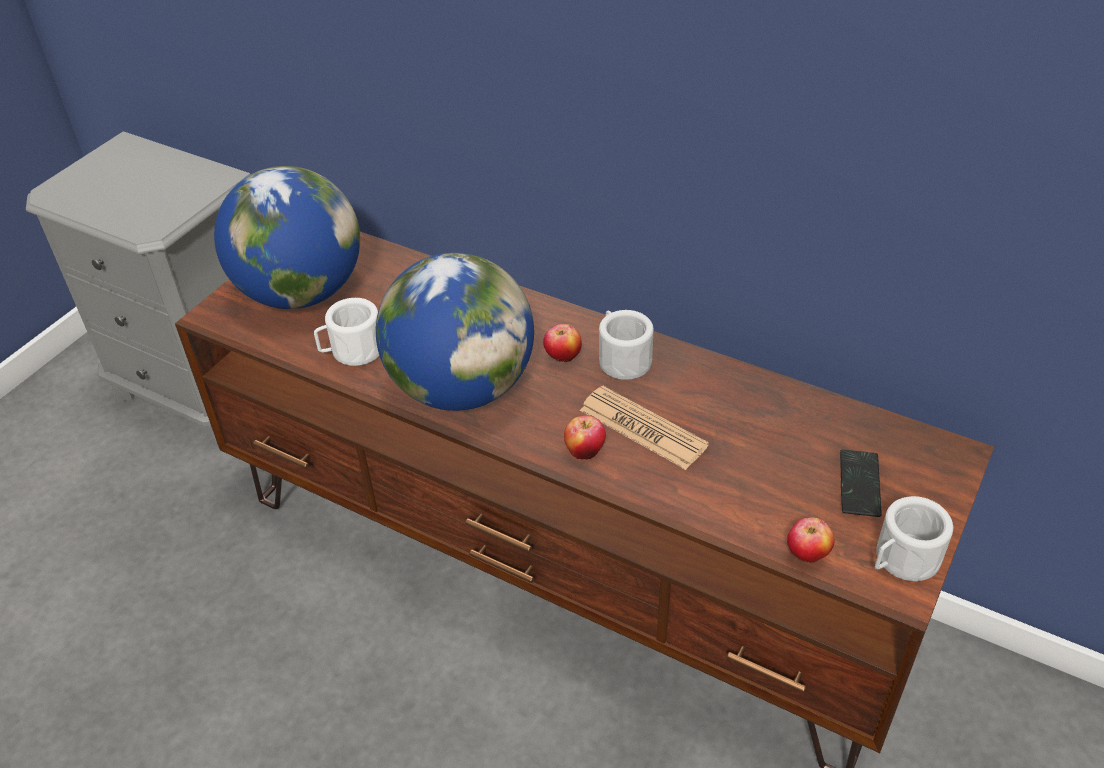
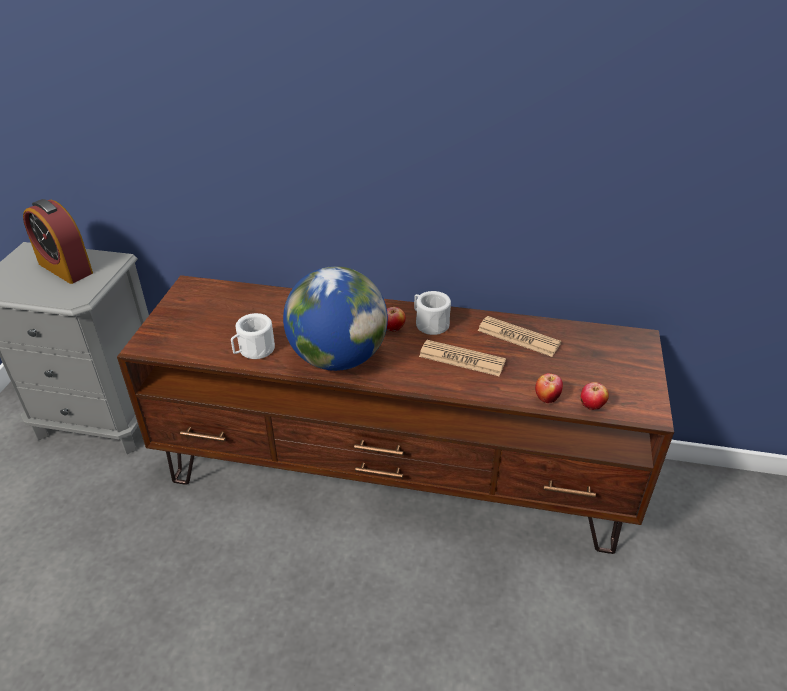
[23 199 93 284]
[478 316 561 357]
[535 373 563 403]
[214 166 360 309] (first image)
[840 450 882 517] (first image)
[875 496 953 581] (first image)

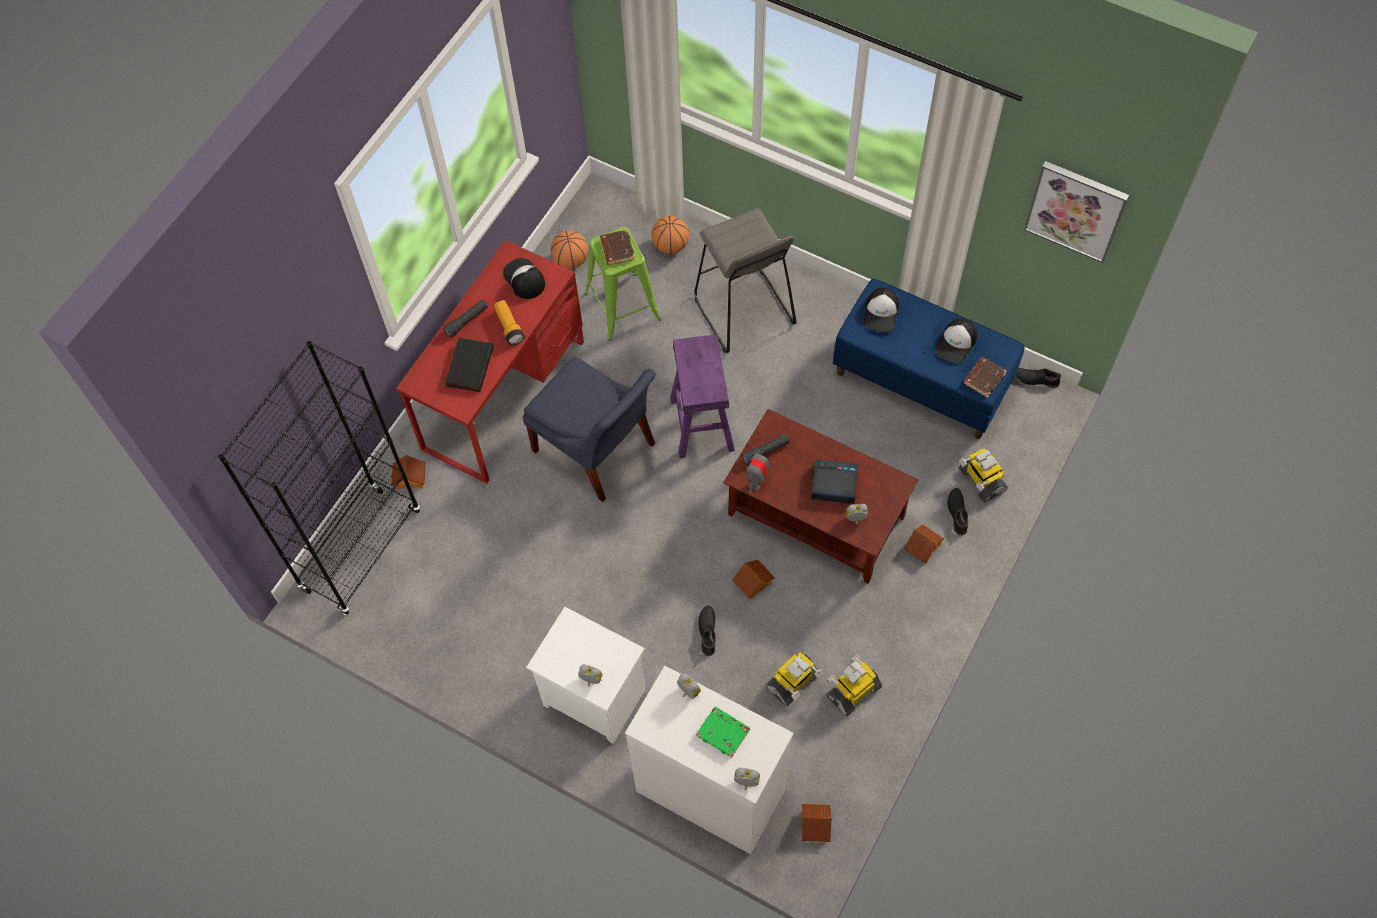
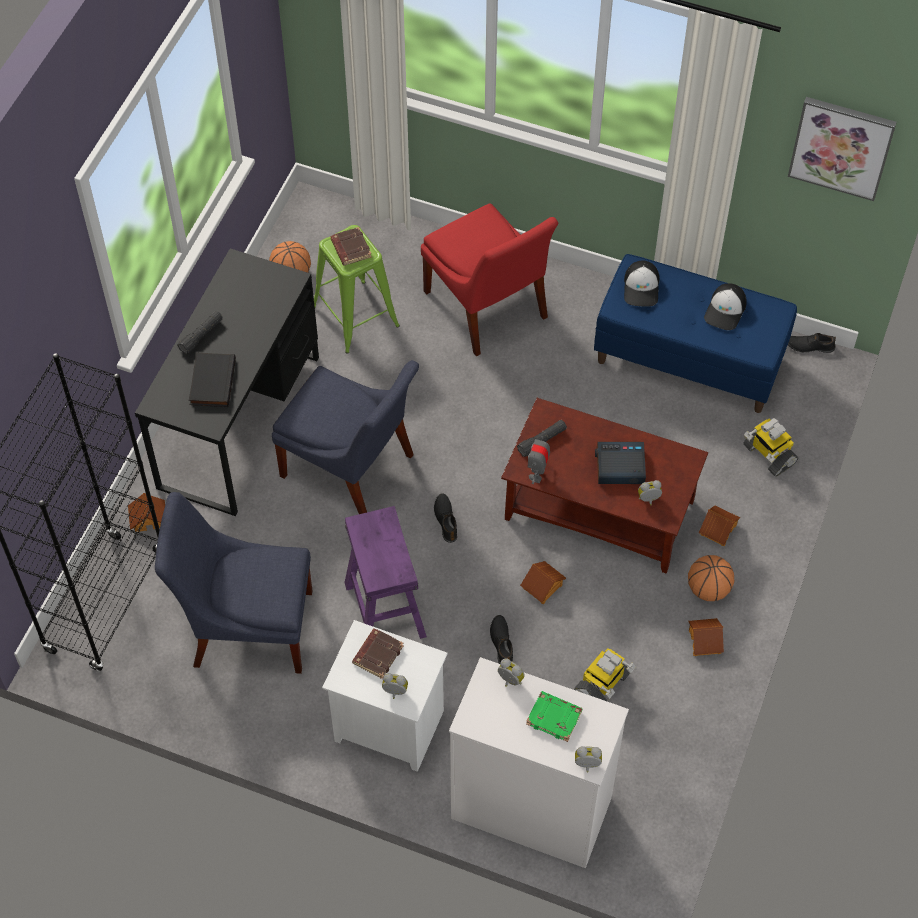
[135 248 319 516]
[155 492 312 674]
[344 506 427 639]
[352 628 404 679]
[421 204 558 356]
[434 493 457 543]
[688 555 734 601]
[688 618 724 656]
[494 300 525 345] (first image)
[503 258 545 299] (first image)
[826 654 882 716] (first image)

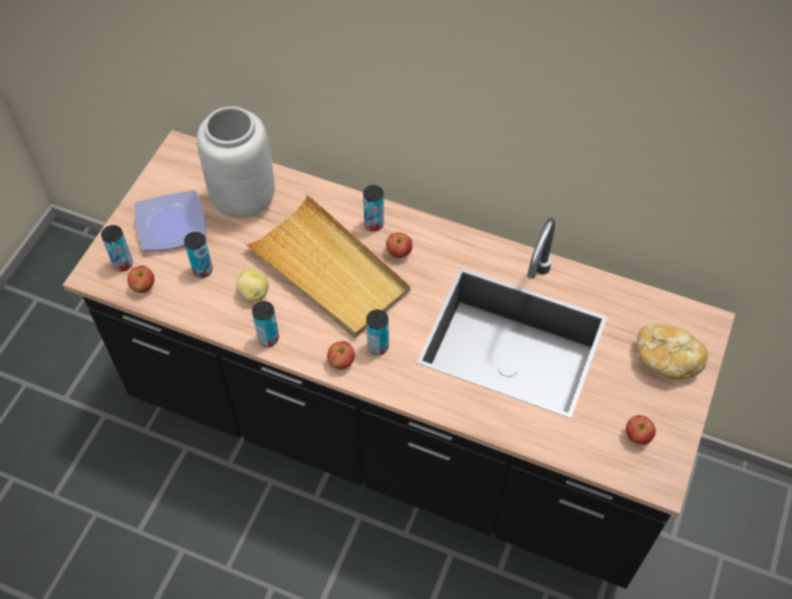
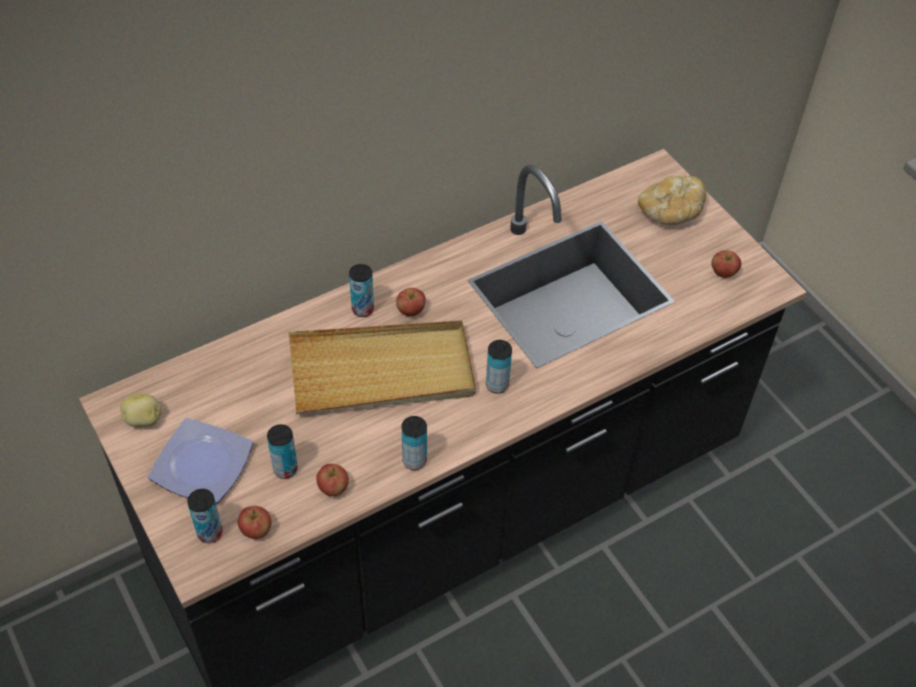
[120 393 161 427]
[316 464 349 496]
[197 106 275 218] (first image)

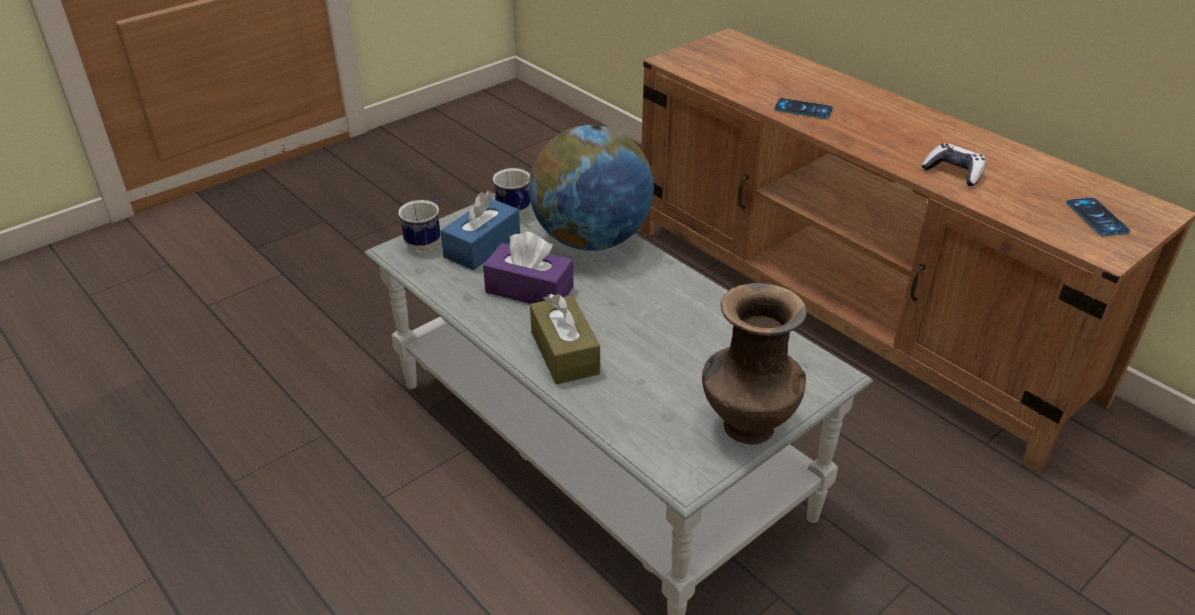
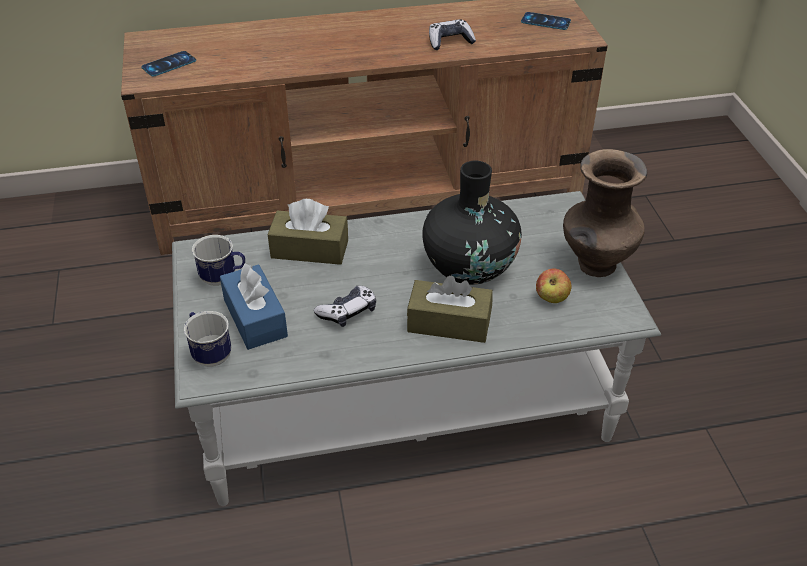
[141 51 196 77]
[268 199 348 265]
[314 285 376 327]
[423 161 522 285]
[536 268 572 303]

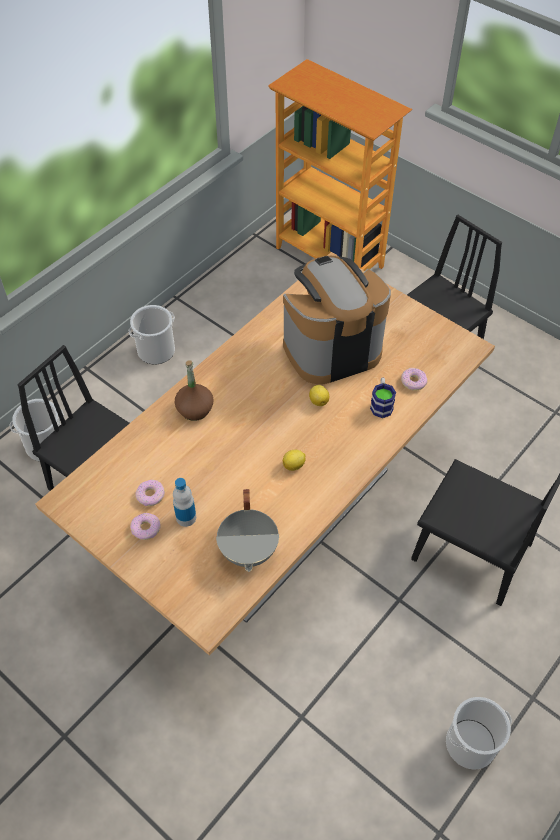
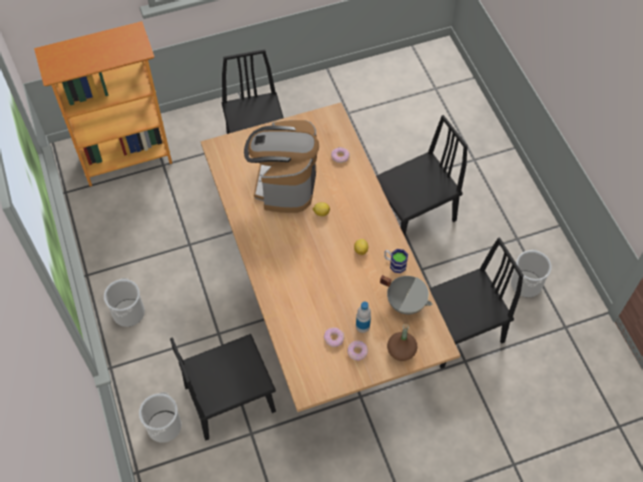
[384 249 408 273]
[387 324 417 361]
[429 237 524 369]

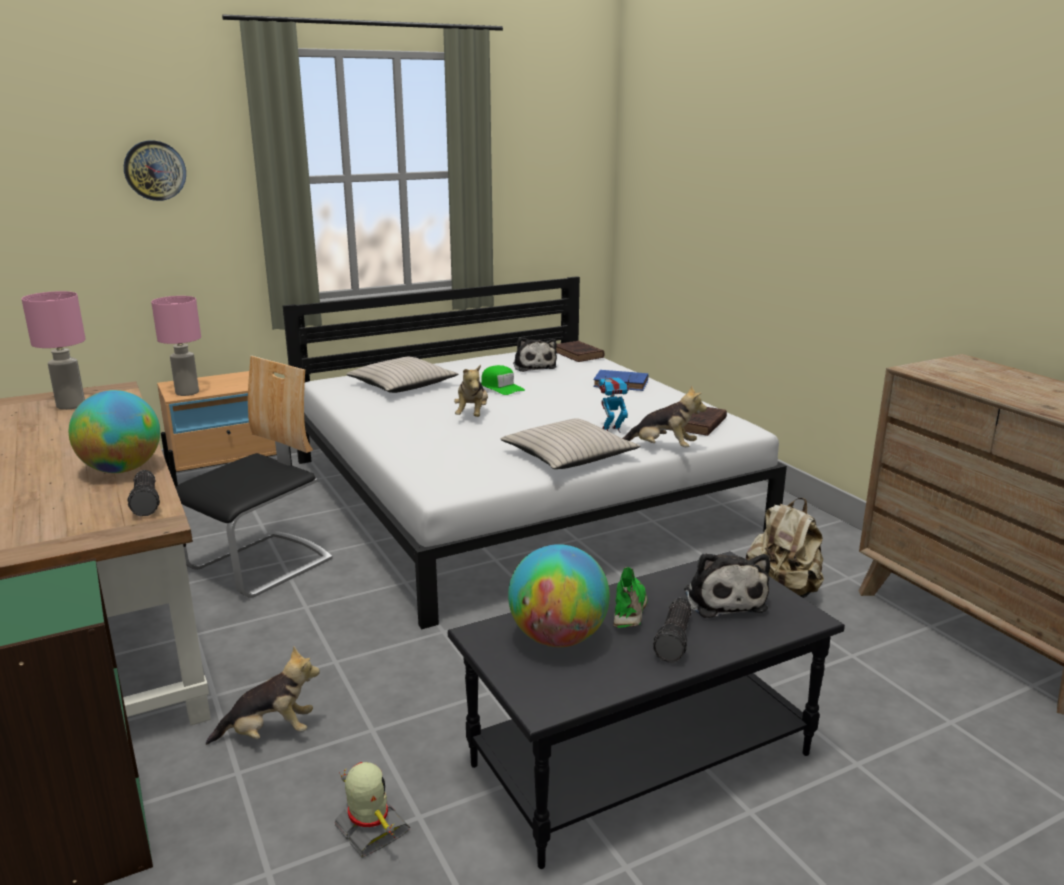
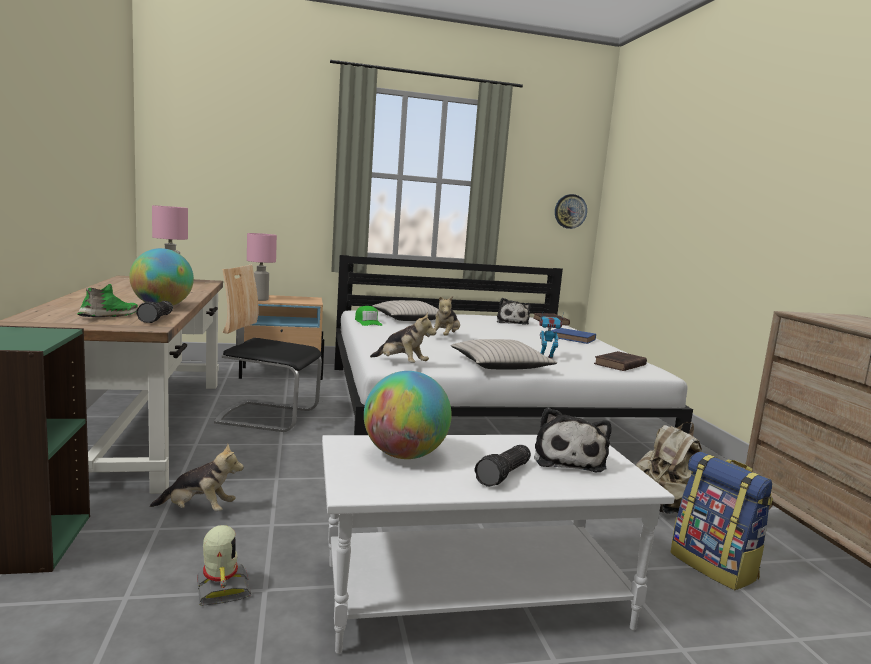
[77 284 138 317]
[214 264 322 432]
[322 435 675 654]
[355 306 382 326]
[370 312 436 363]
[555 194 587 229]
[671 452 773 590]

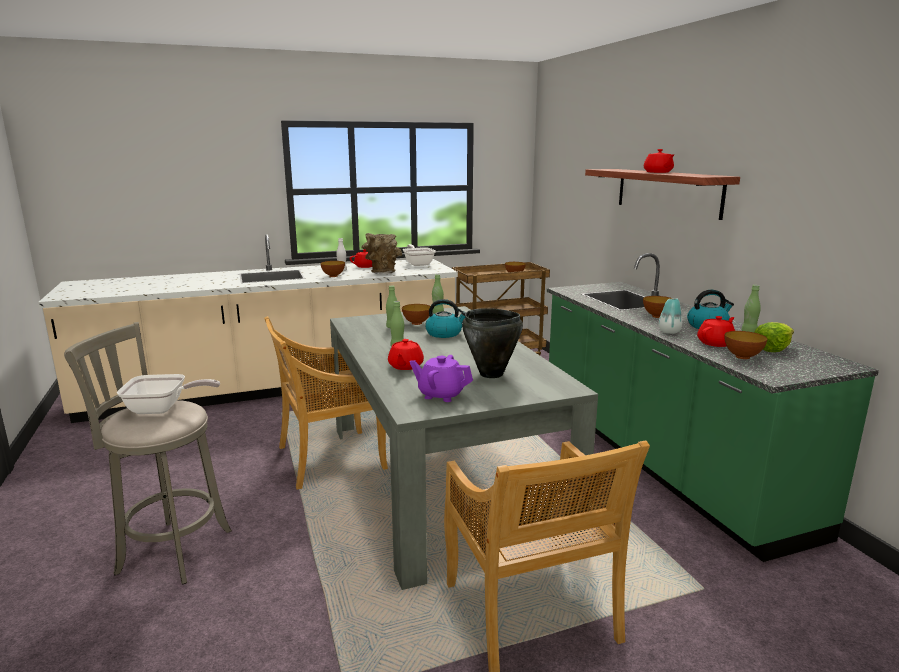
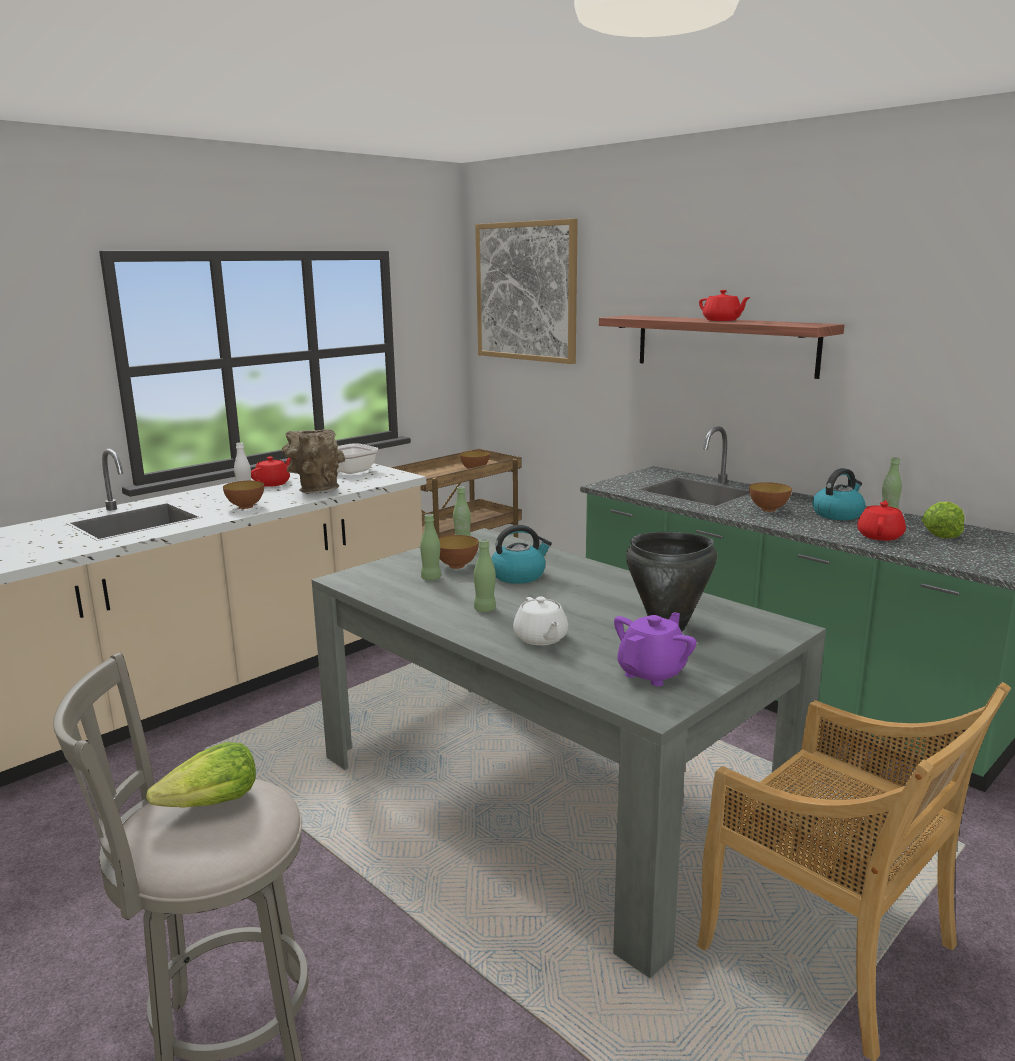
[146 742 256 808]
[475 219 578 364]
[513 596 568 645]
[614 612 697 686]
[264 316 388 490] (first image)
[658 298 682 334] (first image)
[724 331 767 359] (first image)

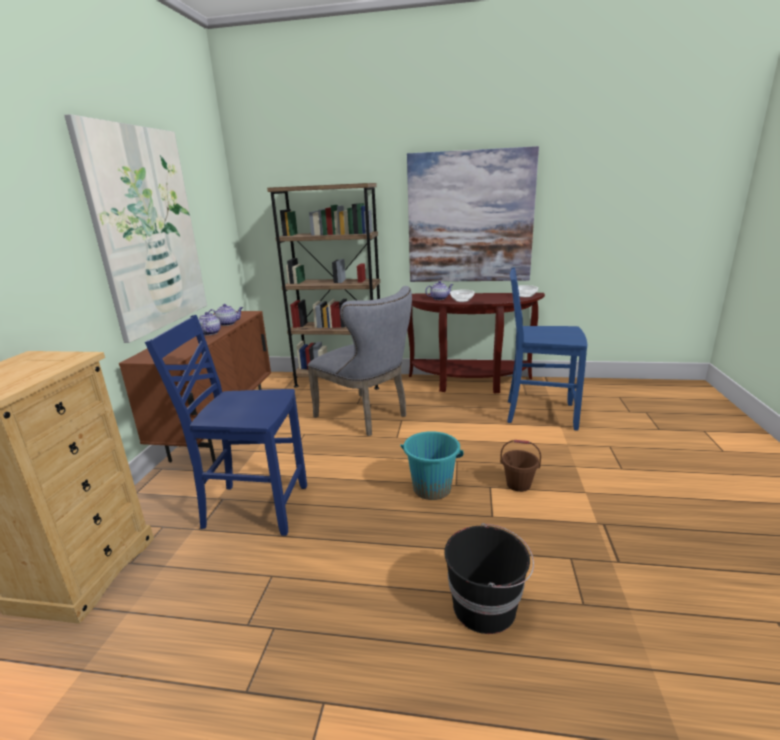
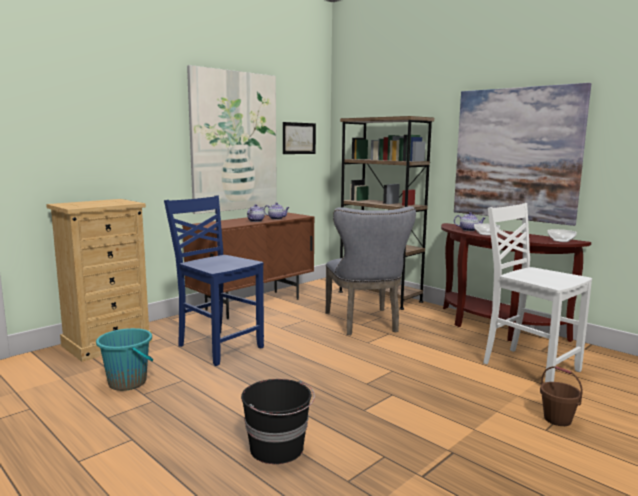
[96 328 154 391]
[283 122 316 154]
[483 203 592 382]
[540 366 583 426]

